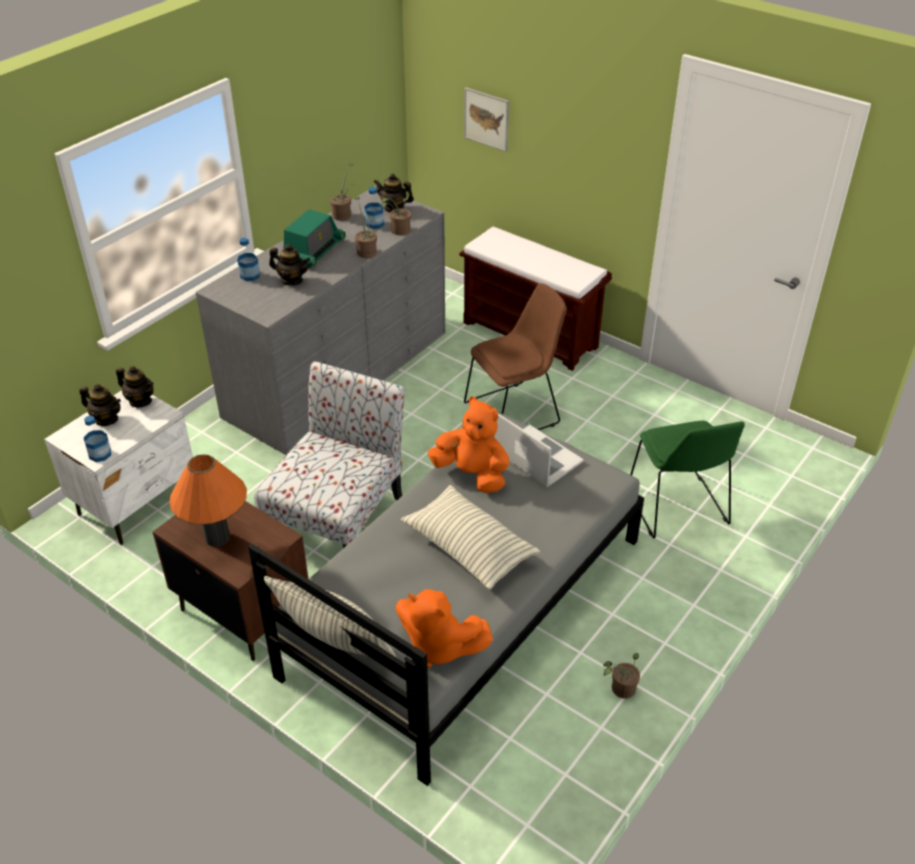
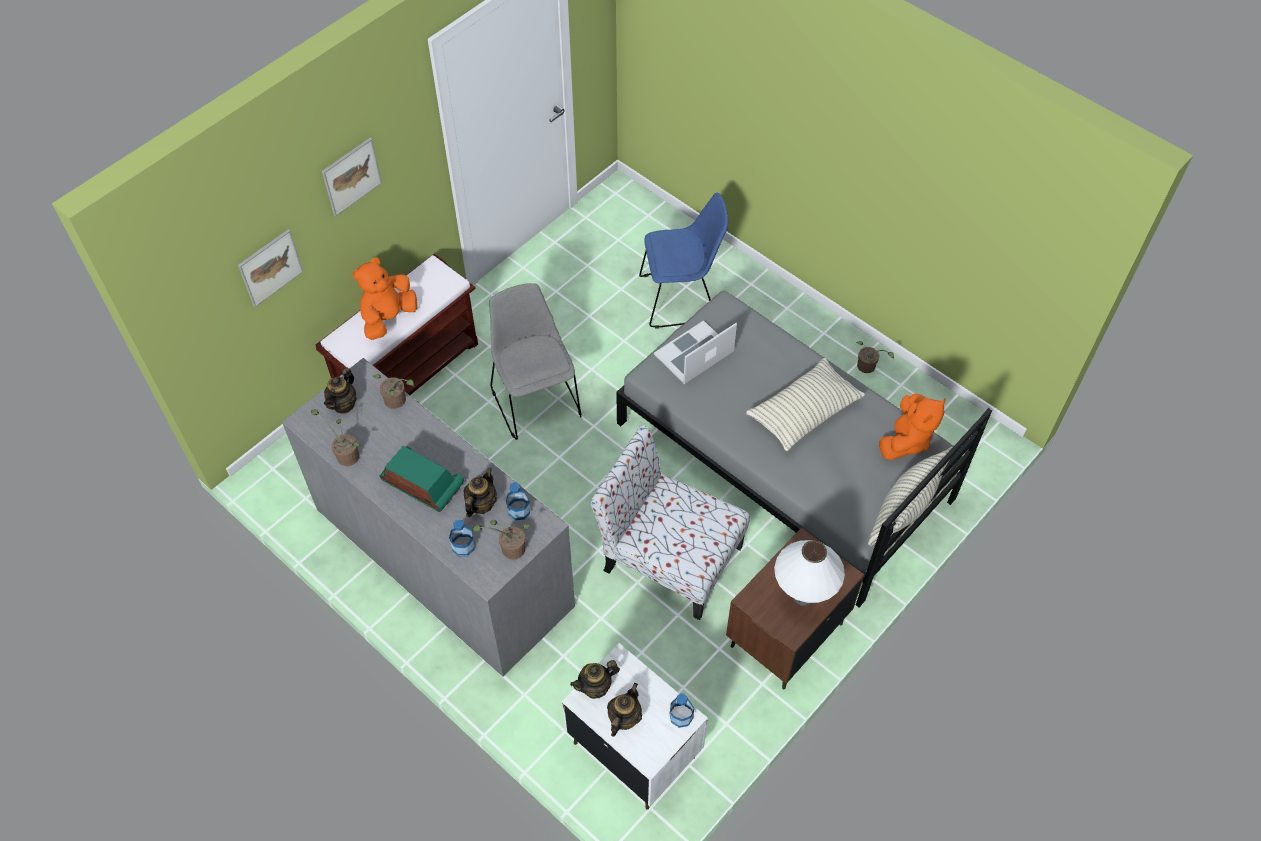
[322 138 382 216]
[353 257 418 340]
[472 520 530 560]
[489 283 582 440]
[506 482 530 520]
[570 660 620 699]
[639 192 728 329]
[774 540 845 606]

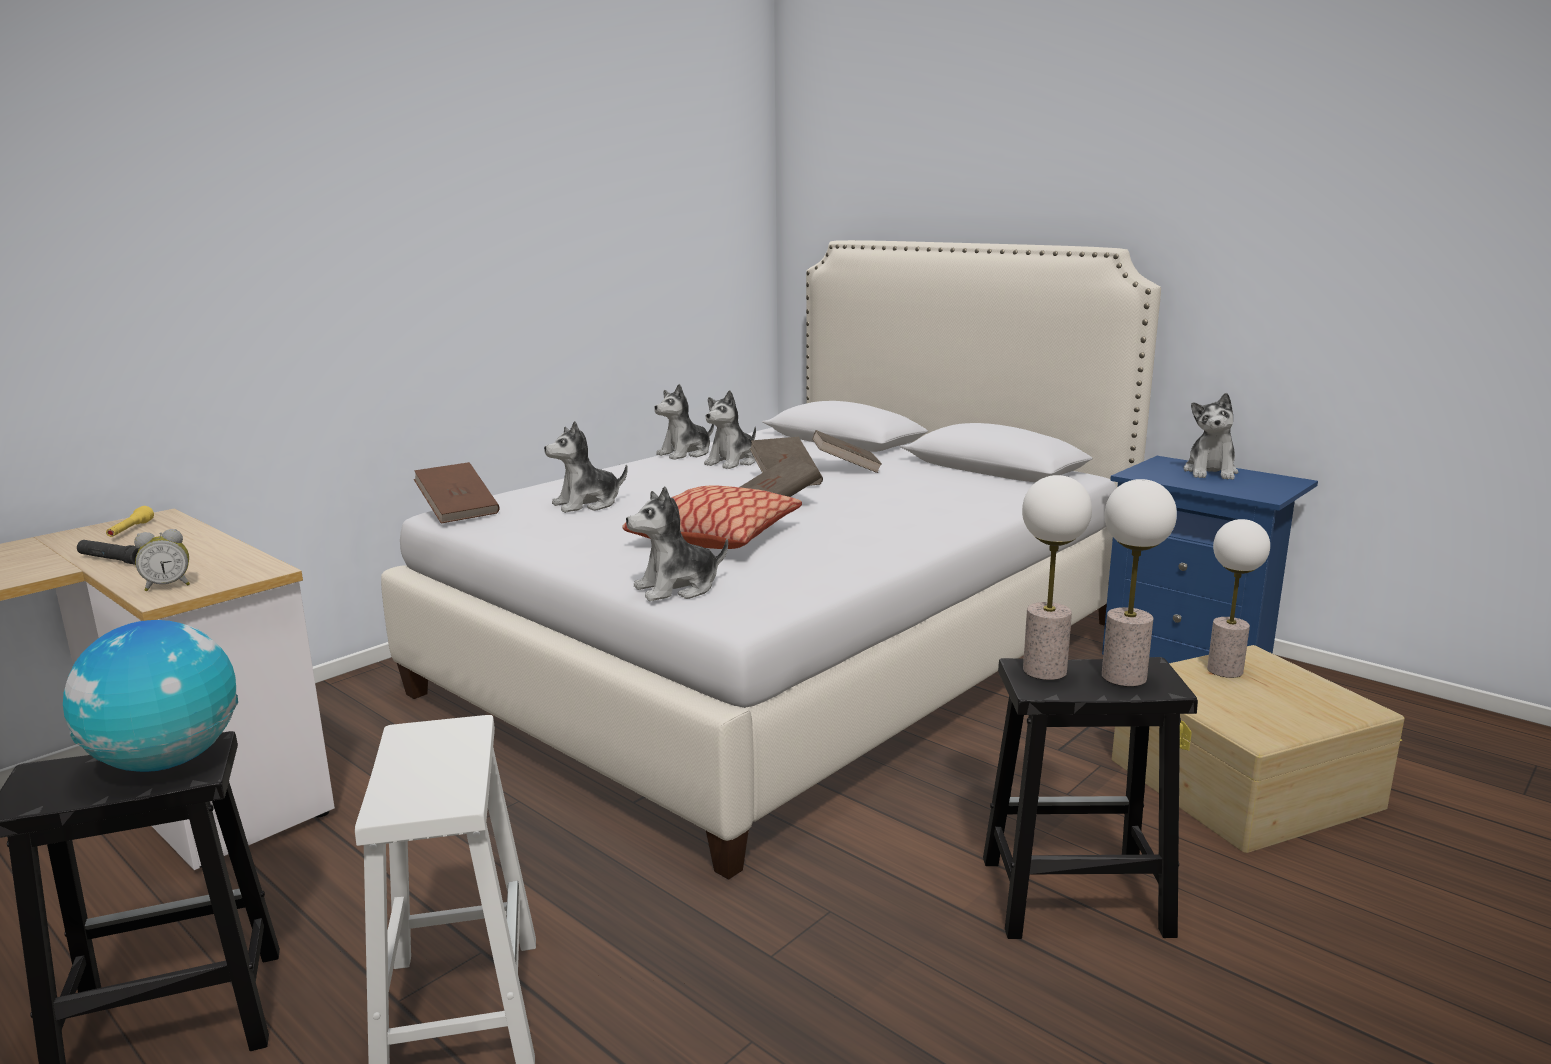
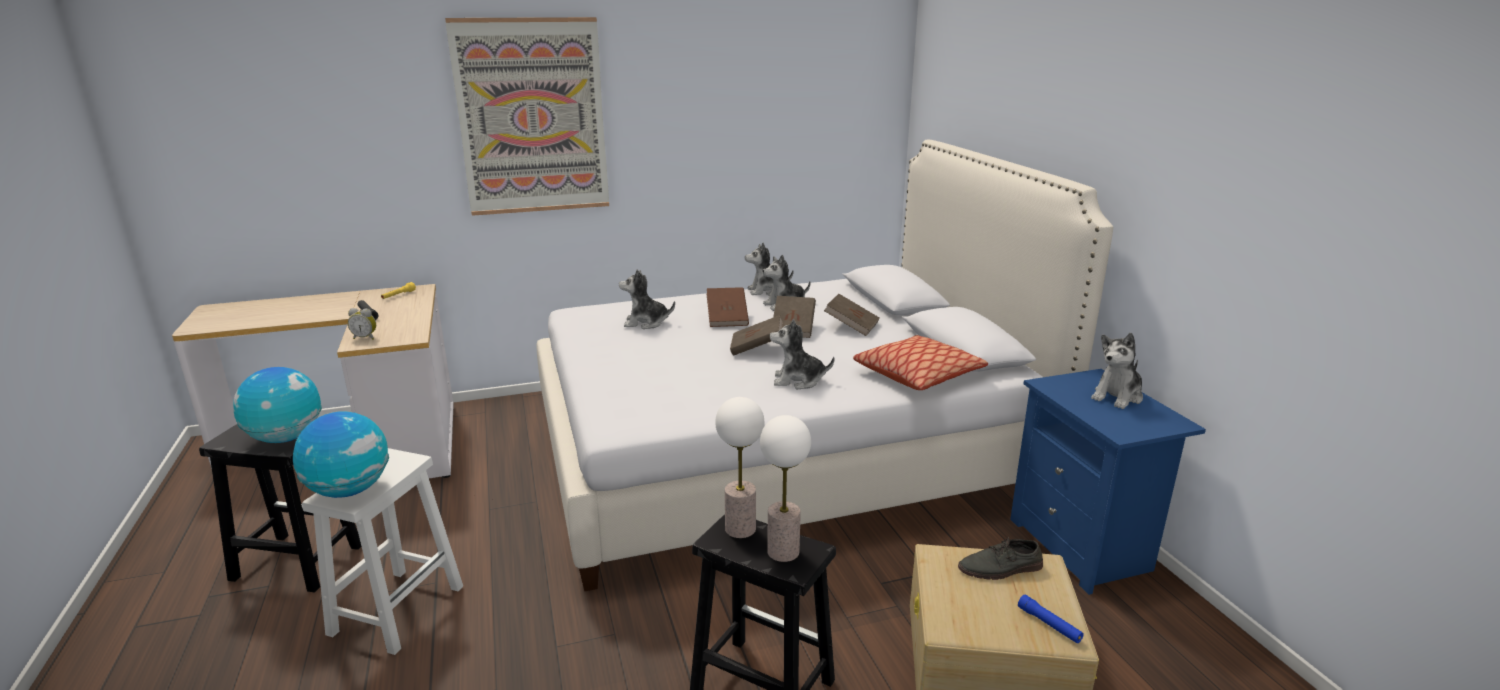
[293 411 389 498]
[445 17 609 216]
[707 287 749 327]
[770 319 834 389]
[853 335 988 390]
[958 537 1043 580]
[1018 594 1084 643]

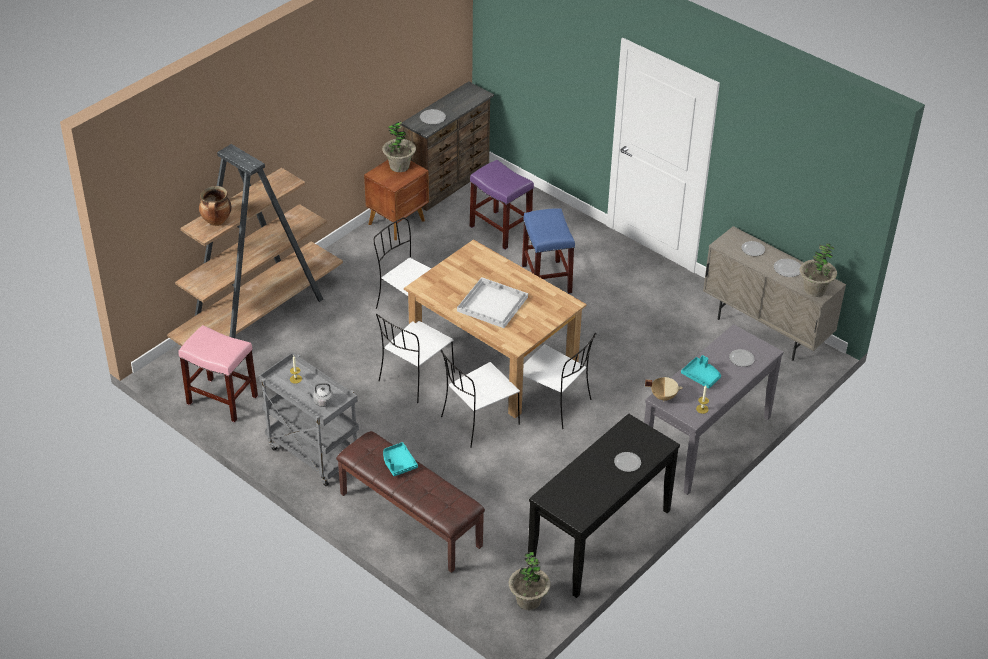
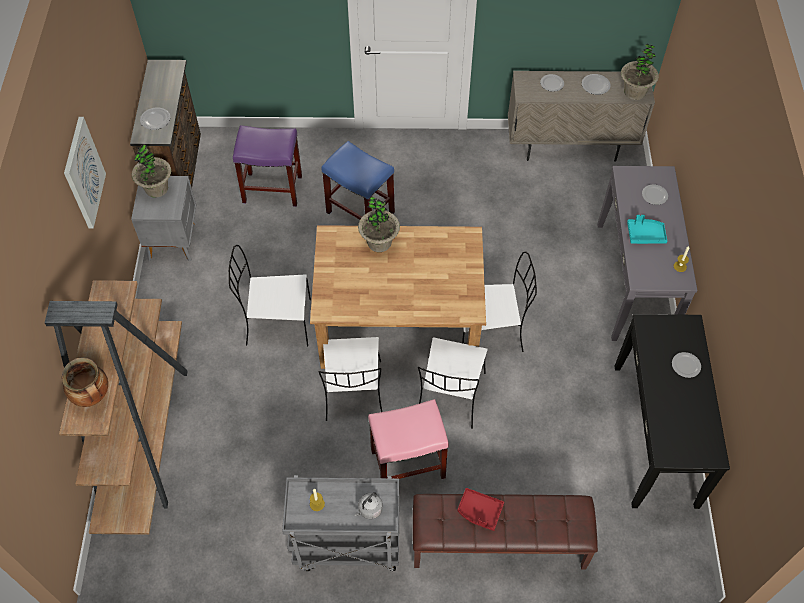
[64 117 106 229]
[131 176 197 262]
[358 196 400 252]
[368 399 449 479]
[458 488 504 531]
[457 277 528 328] (first image)
[645 377 682 401] (first image)

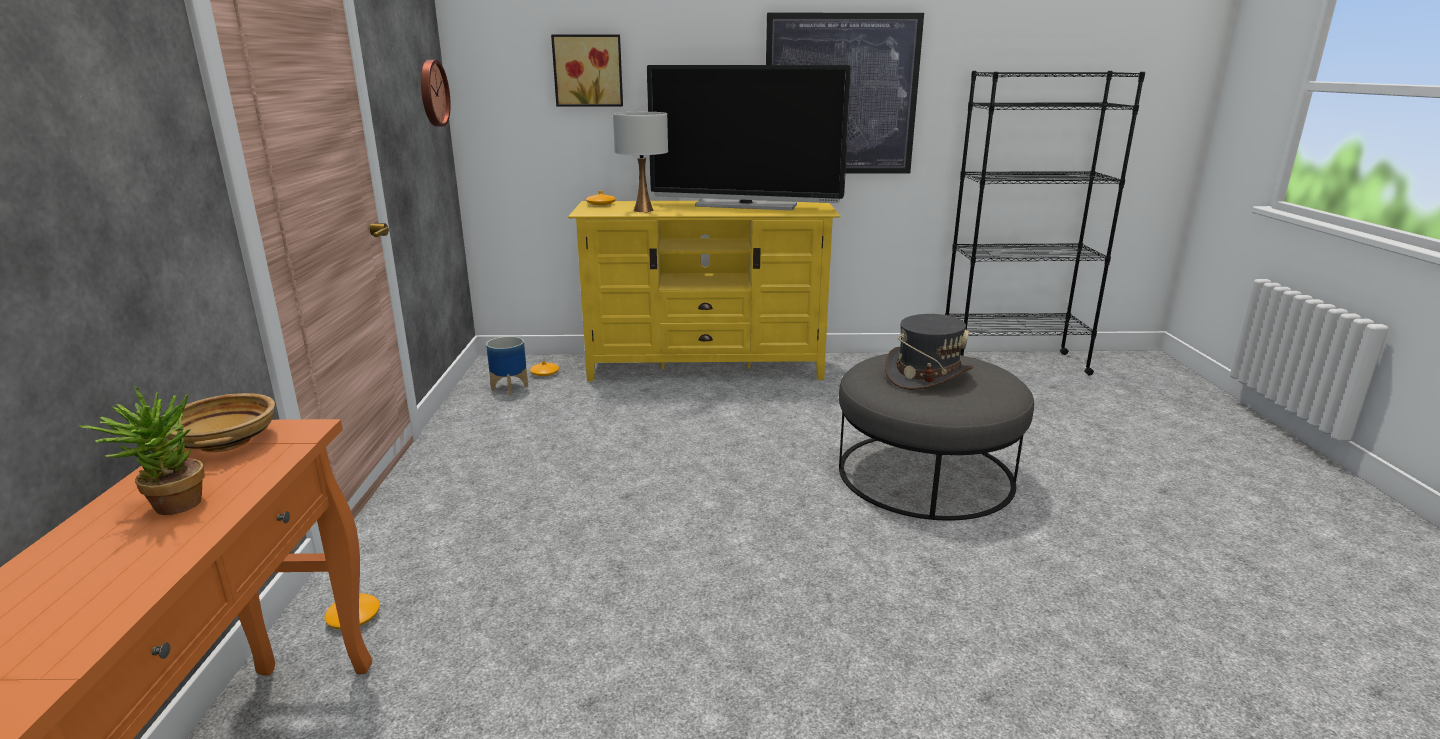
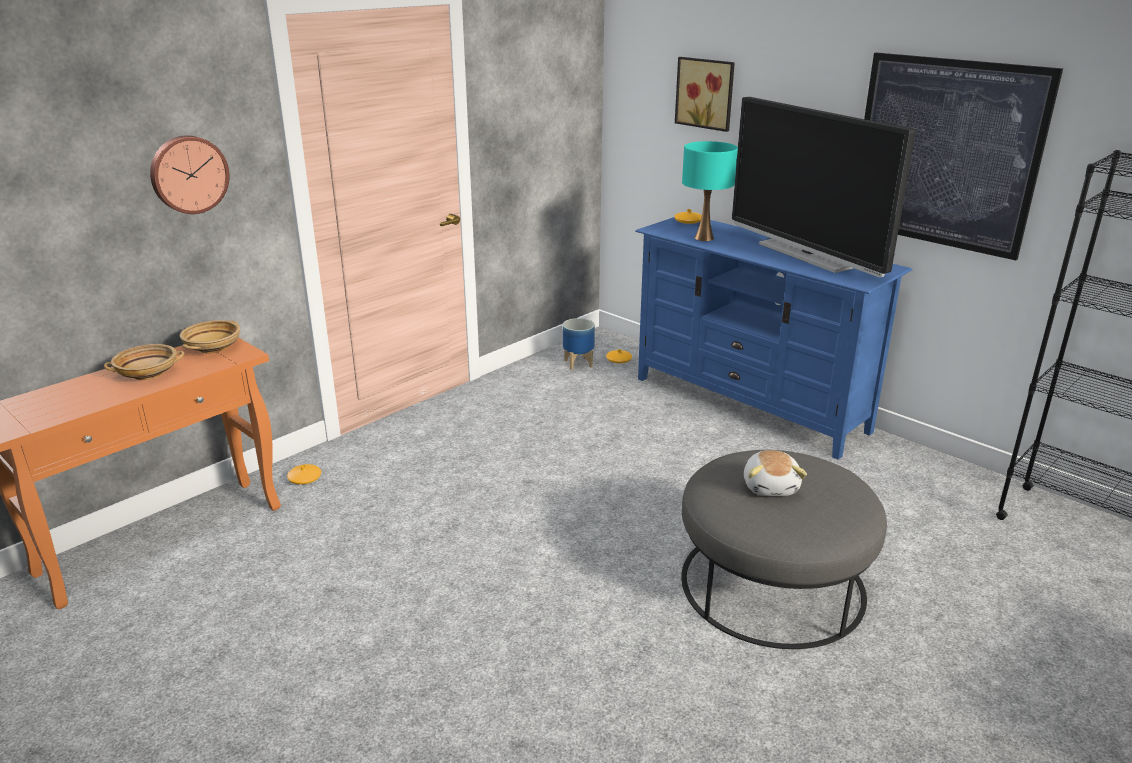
[104 344 184 380]
[150 135 230 214]
[635 217 913 460]
[682 141 738 241]
[744 450 807 496]

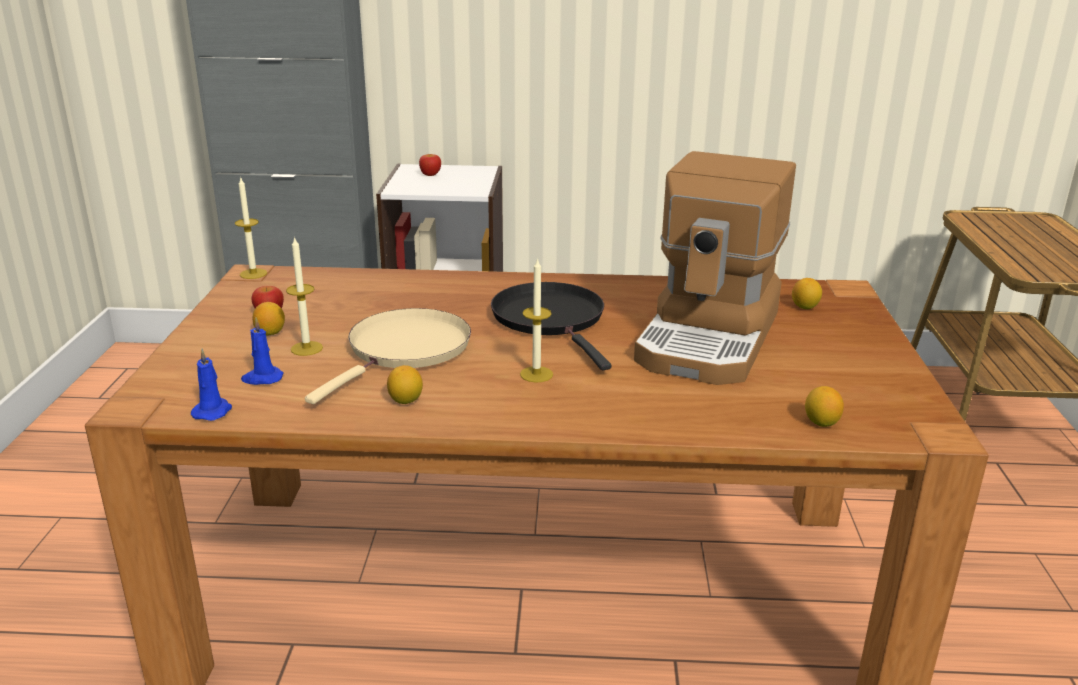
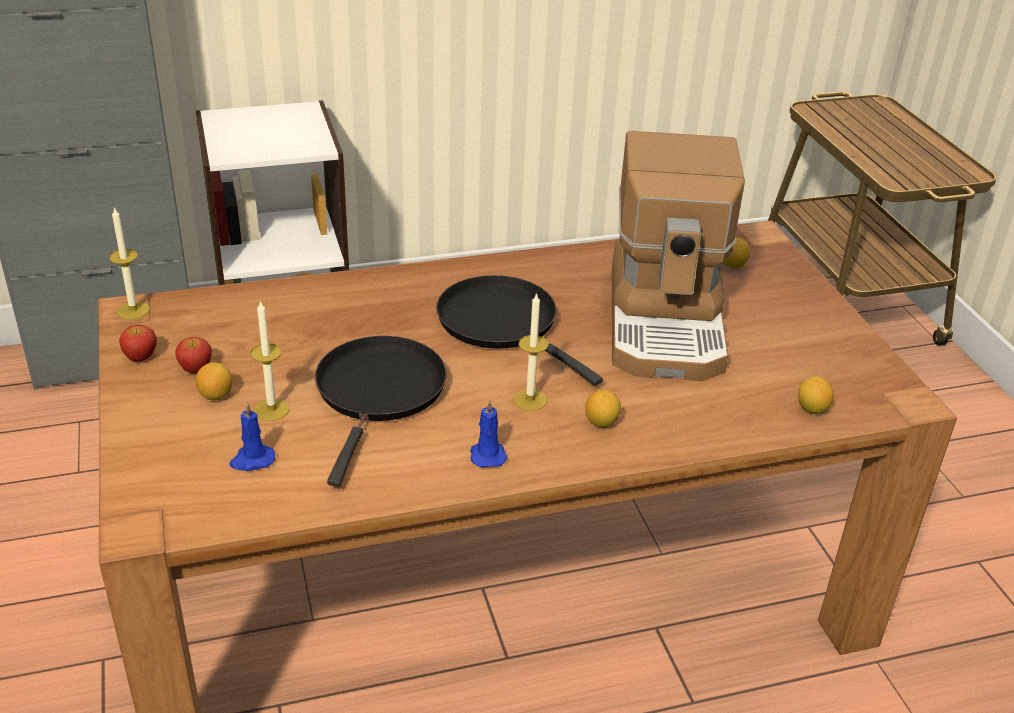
[119 325 157 361]
[315 336 447 487]
[470 399 507 468]
[585 390 621 428]

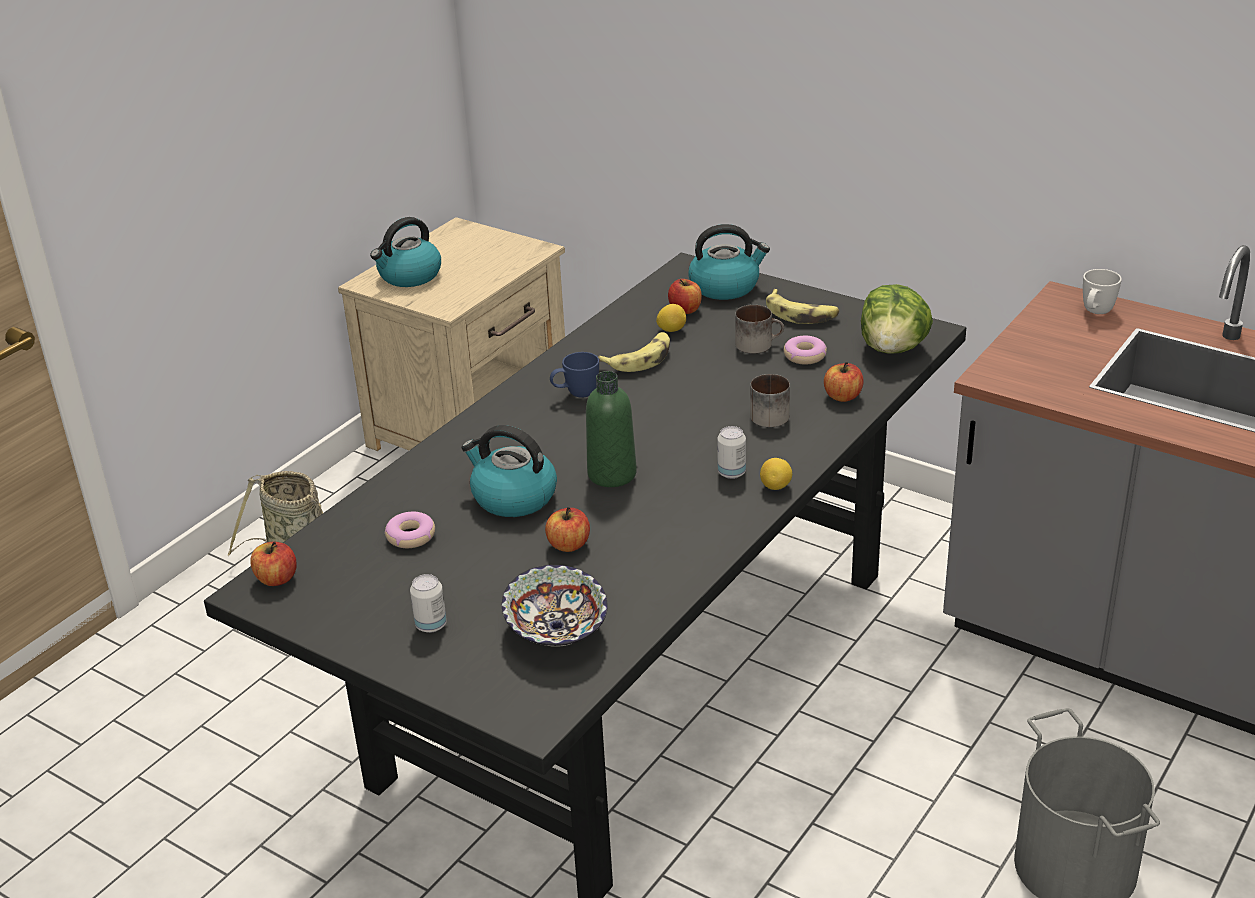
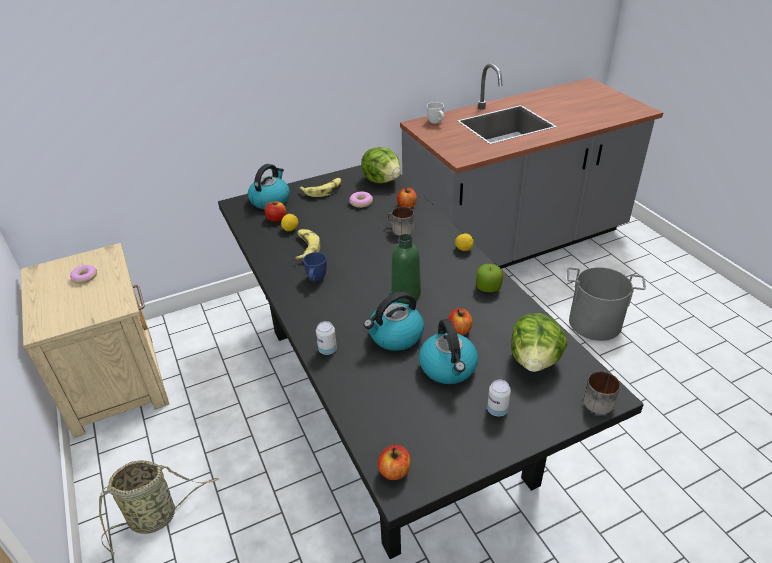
[70 265 97 284]
[316 321 337 355]
[419 319 478 384]
[476 264 503 292]
[511 313 567 372]
[583 371 620 414]

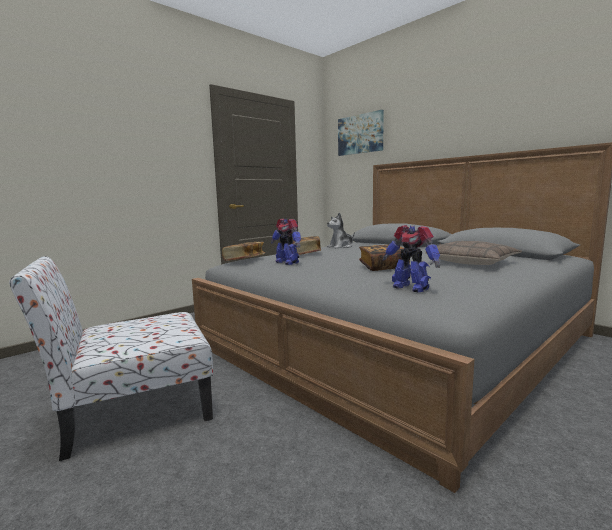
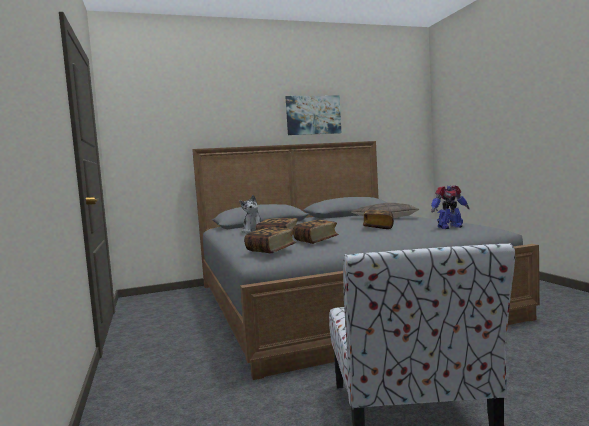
[286 96 341 135]
[293 220 339 244]

